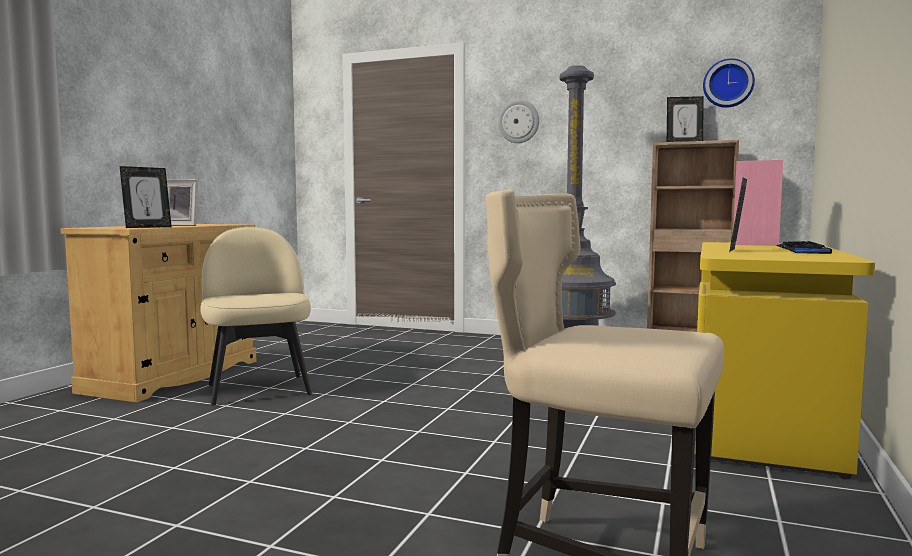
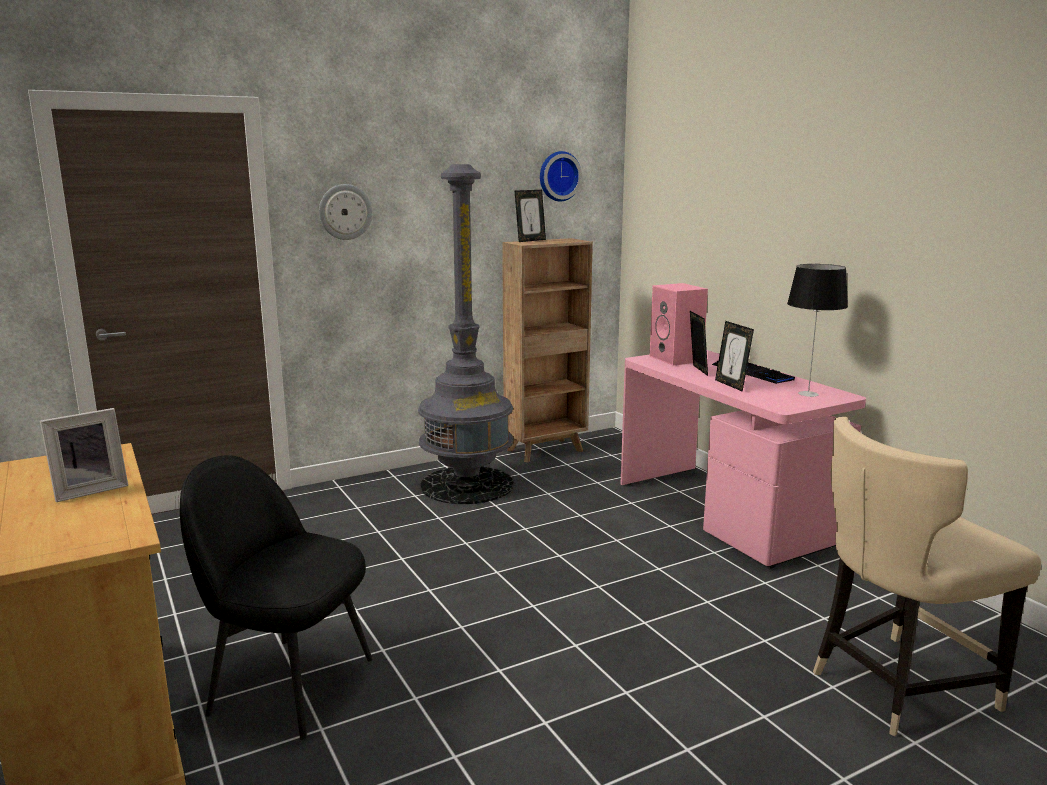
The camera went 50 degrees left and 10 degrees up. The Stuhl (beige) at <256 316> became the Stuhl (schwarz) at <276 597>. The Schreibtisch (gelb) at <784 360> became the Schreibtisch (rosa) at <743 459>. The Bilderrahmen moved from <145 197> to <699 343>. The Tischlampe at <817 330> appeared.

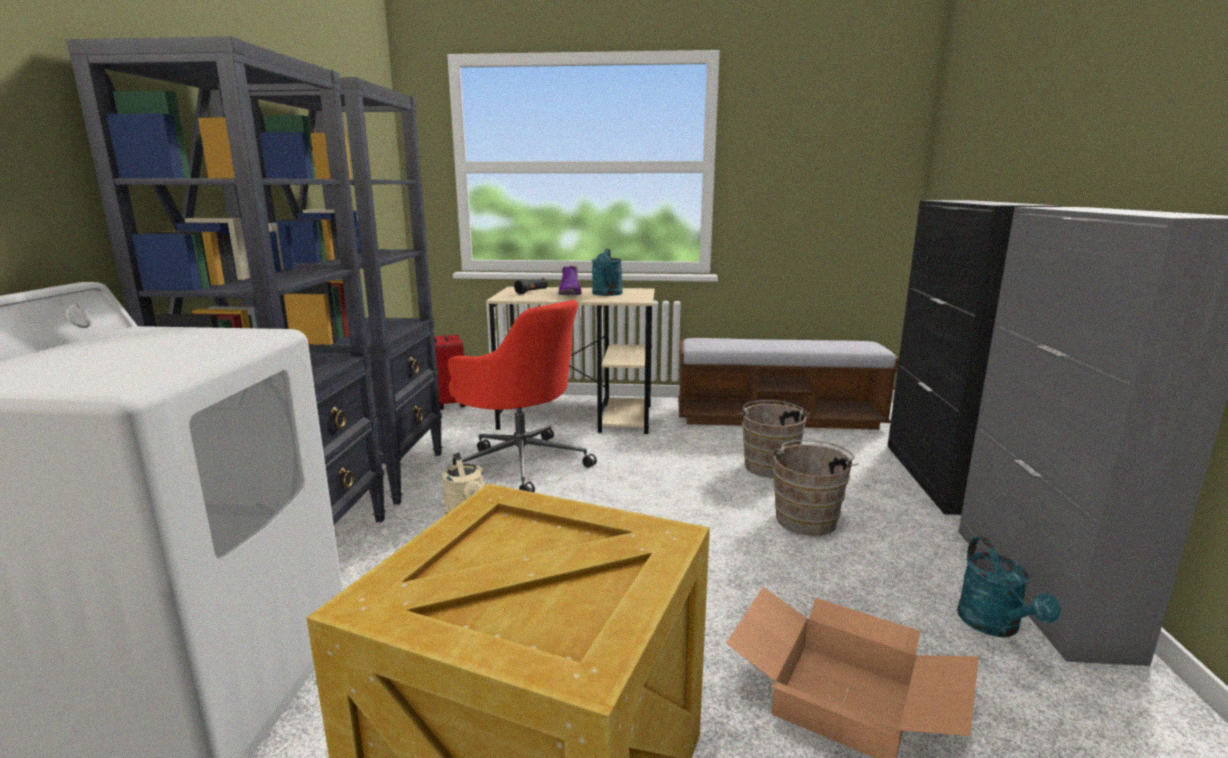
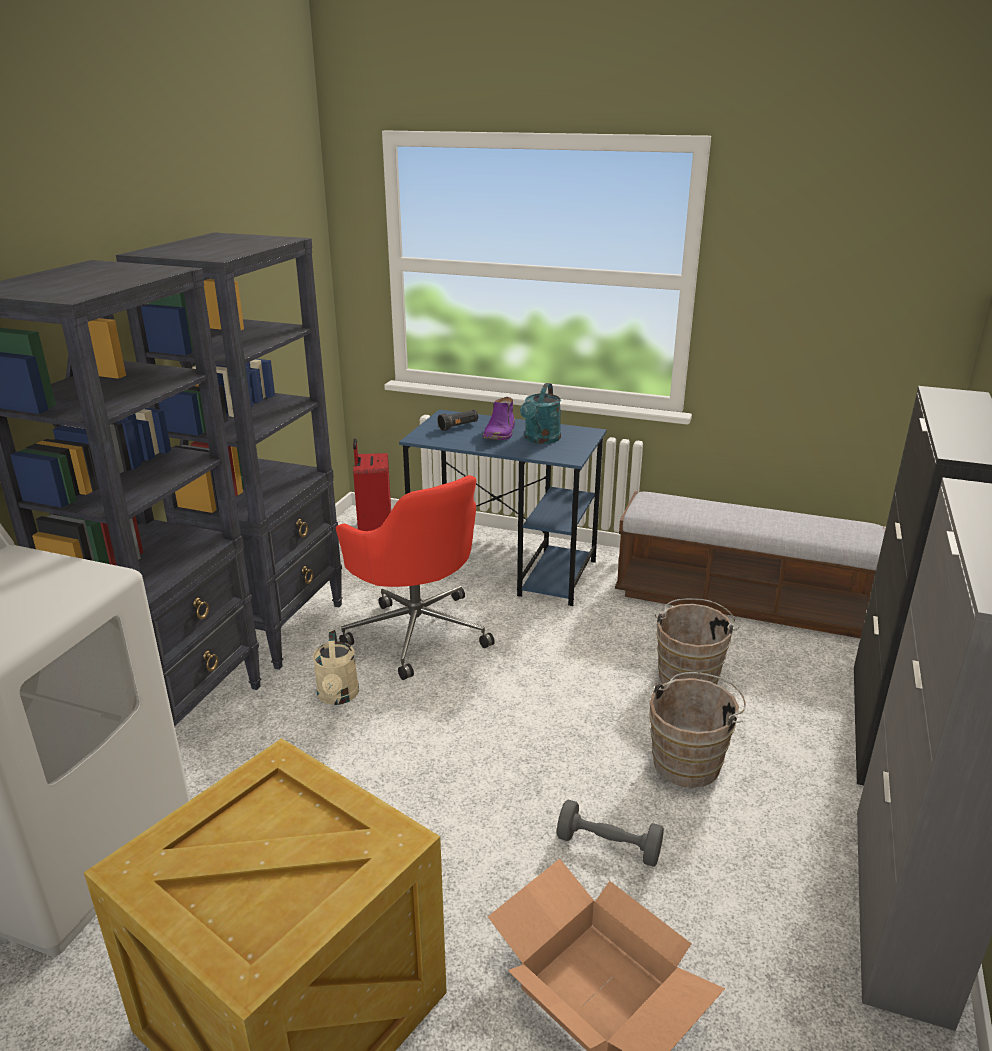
The camera went 15 degrees right and 10 degrees up. The Schreibtisch (beige) at <570 360> became the Schreibtisch (blau) at <502 507>. The Hantel (grau) at <610 833> appeared. The Gießkanne (türkis) at <1009 587> disappeared.

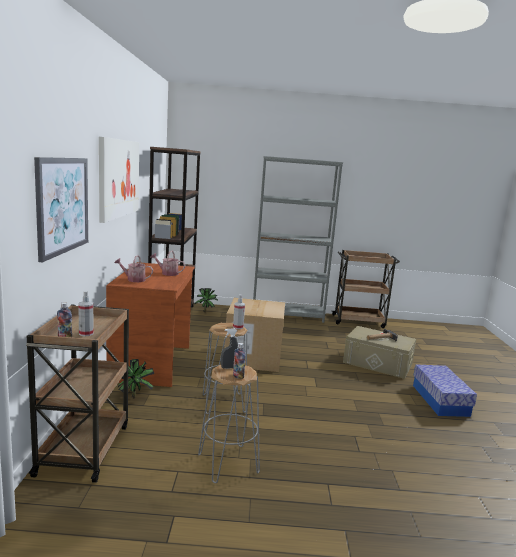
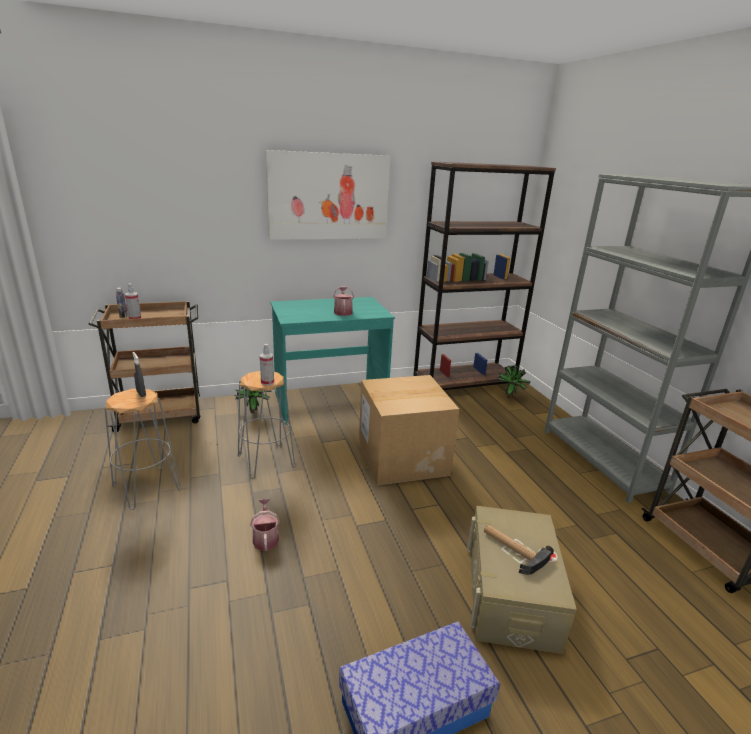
The camera went 70 degrees right and 10 degrees up. The Gießkanne moved from <133 268> to <265 525>. The Schreibtisch (braun) at <150 324> became the Schreibtisch (türkis) at <332 361>. The Bild at <61 209> disappeared. The Flasche at <239 361> disappeared.

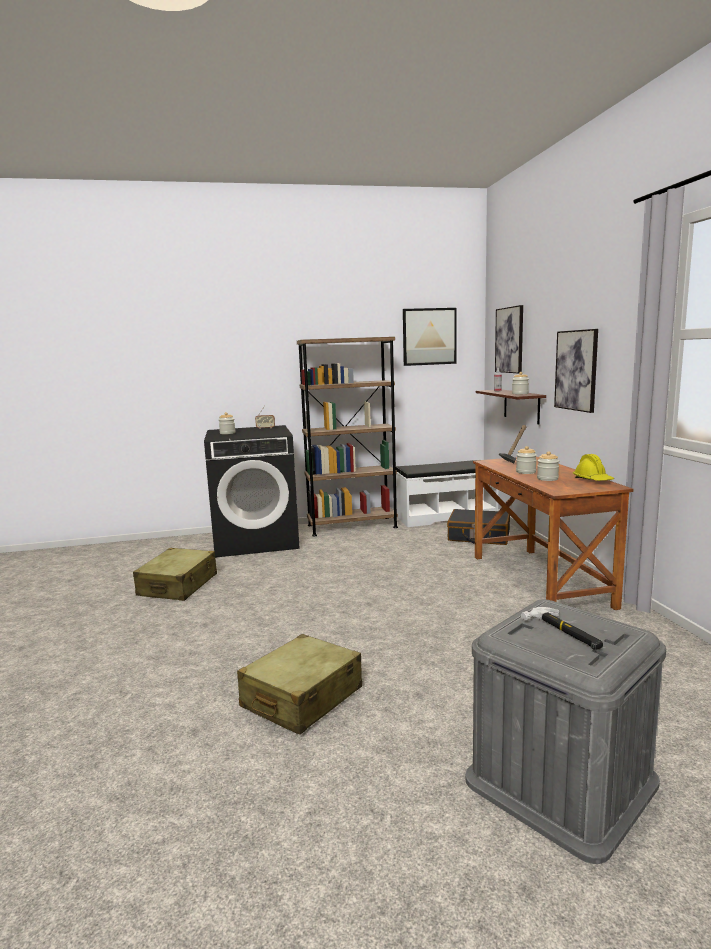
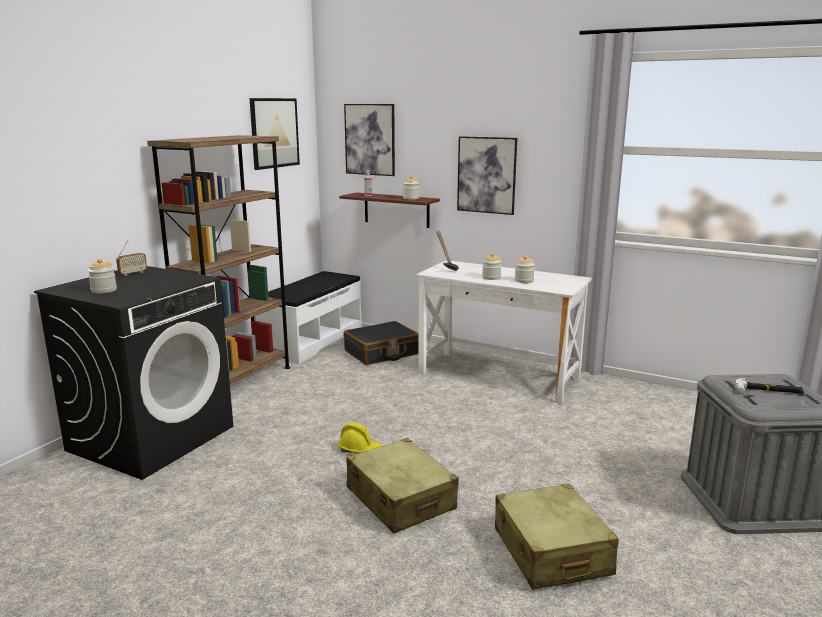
The camera went 50 degrees left and 5 degrees up. The Schutzhelm (gelb) moved from <593 467> to <360 438>. The Koffer (beige) moved from <175 574> to <402 486>. The Schreibtisch (braun) at <553 533> became the Schreibtisch (weiß) at <504 332>.

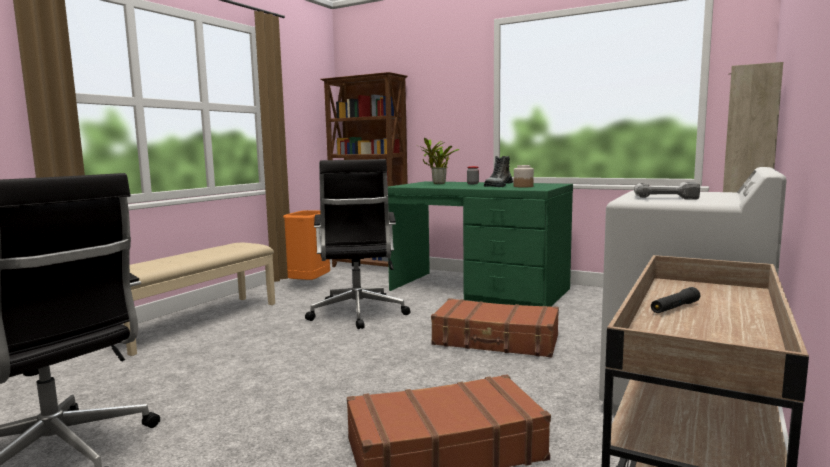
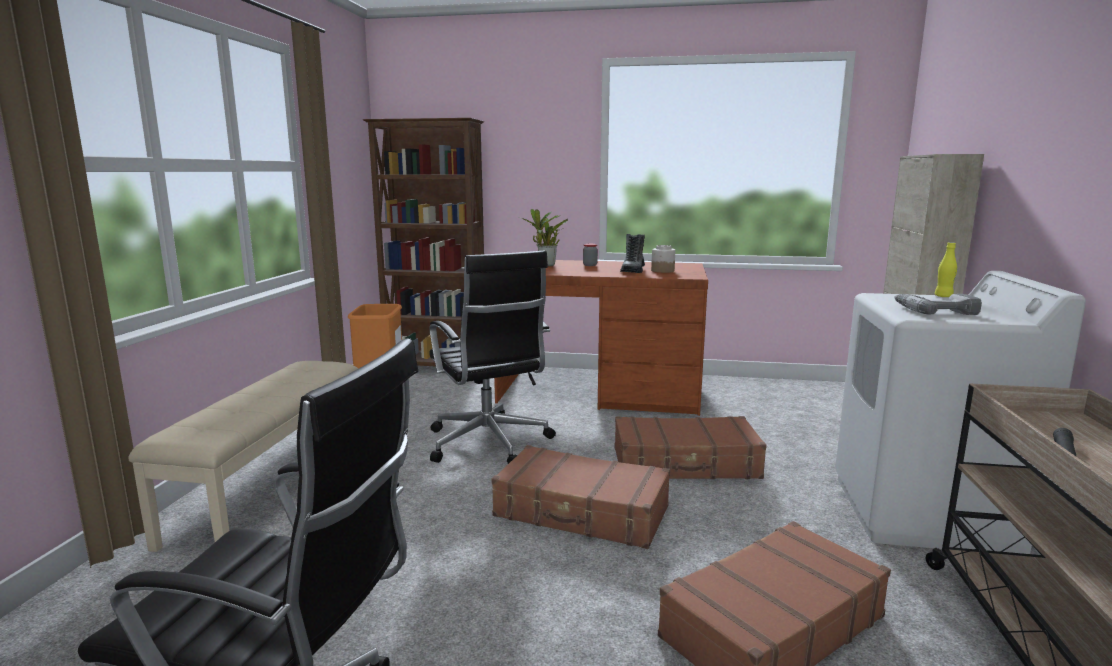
The camera went 20 degrees left and 5 degrees up. The Koffer (braun) at <580 497> appeared. The Schreibtisch (grün) at <480 244> became the Schreibtisch (braun) at <601 338>. The Flasche (gelb) at <946 269> appeared.

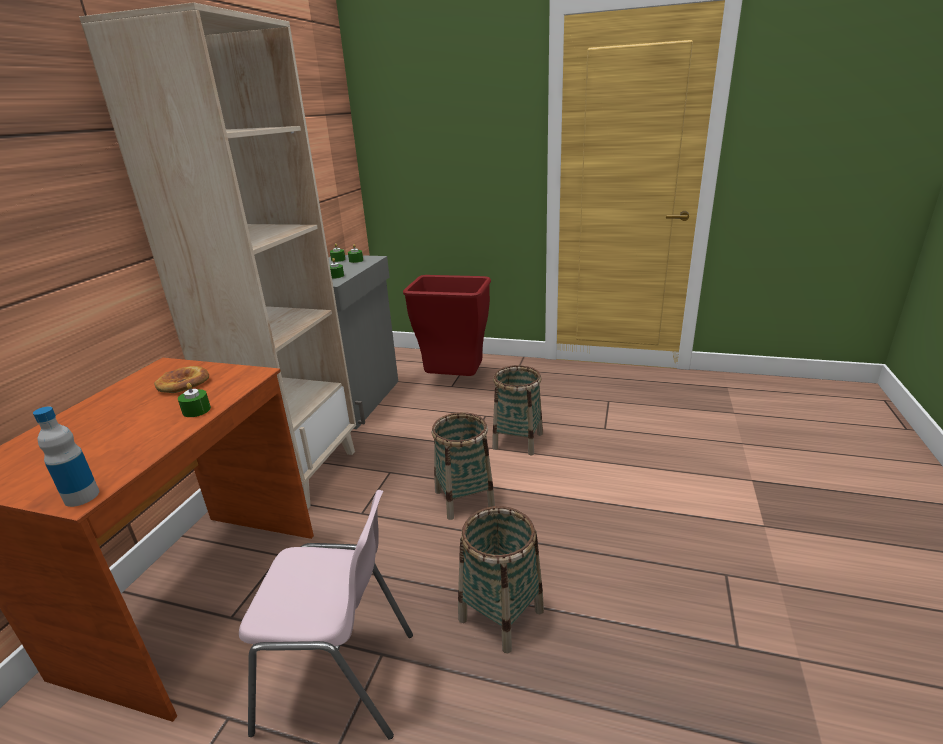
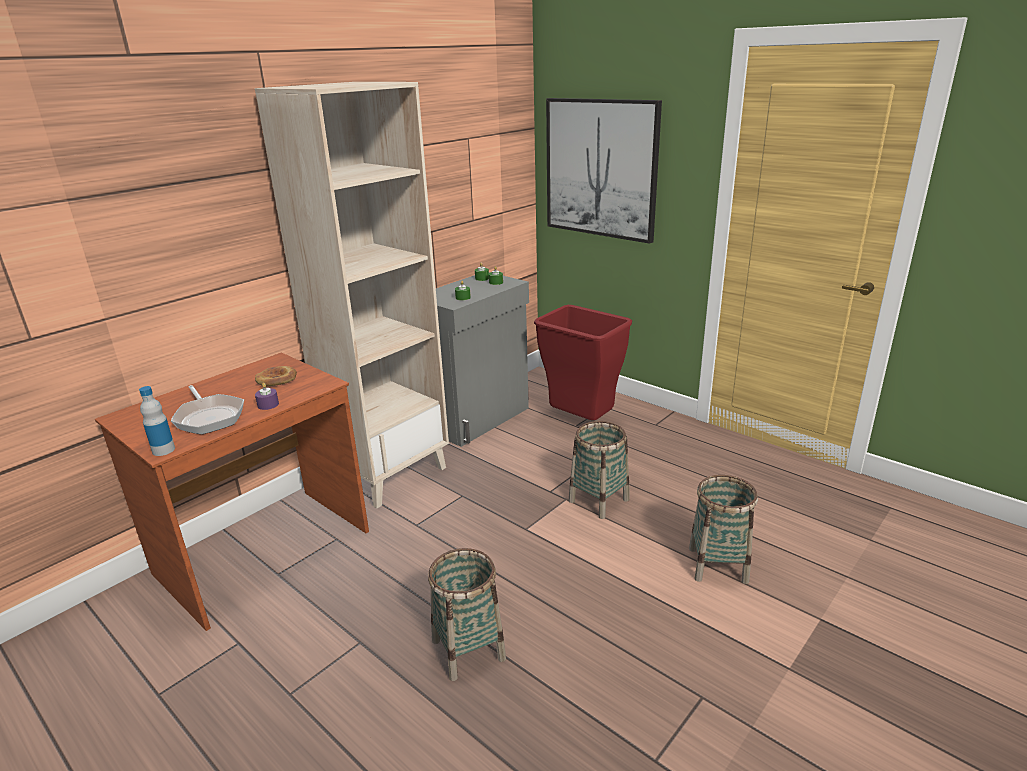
The camera went 25 degrees right and 0 degrees up. The Pfanne at <207 409> appeared. The Kerze (grün) at <194 400> became the Kerze (lila) at <267 396>. The Bild at <604 171> appeared. The Korb moved from <463 466> to <723 529>. The Stuhl (rosa) at <326 615> disappeared.

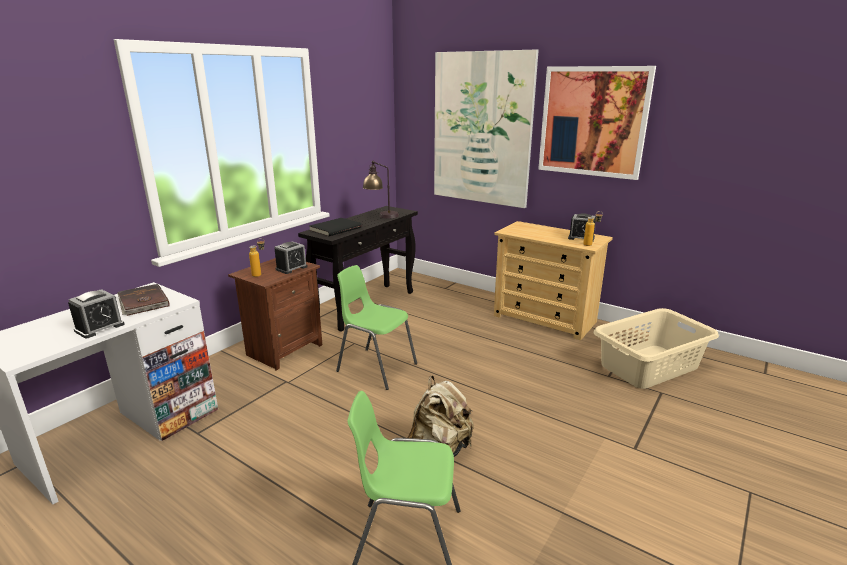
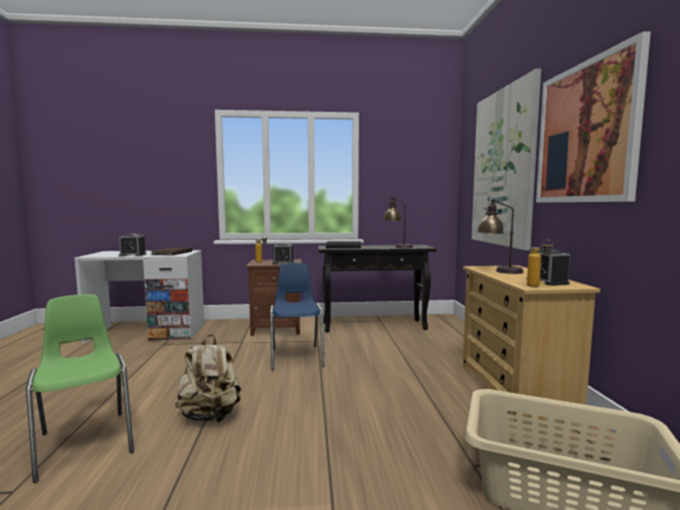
The camera went 50 degrees right and 15 degrees down. The Stuhl (grün) at <376 327> became the Stuhl (blau) at <297 316>. The Tischlampe at <500 236> appeared.

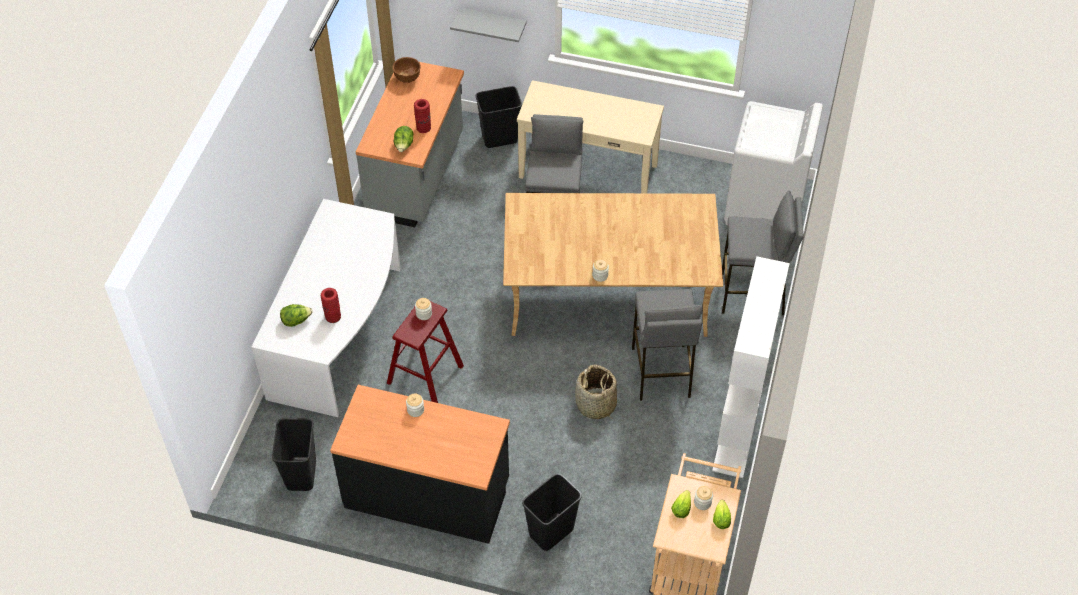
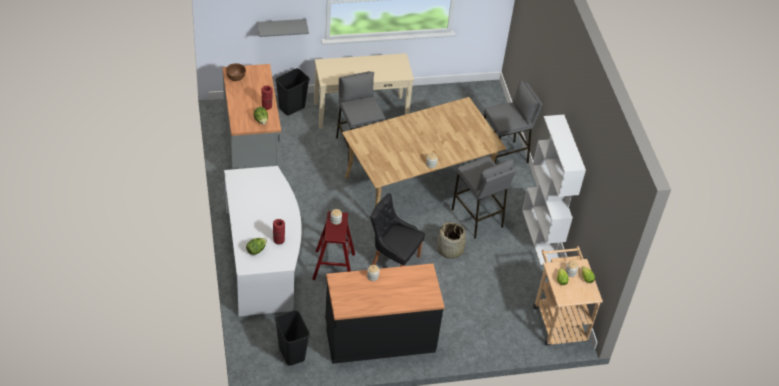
The camera went 30 degrees left and 5 degrees down. The Stuhl (schwarz) at <397 230> appeared. The Mülleimer (schwarz) at <552 512> disappeared. The Waschmaschine (weiß) at <773 163> disappeared.

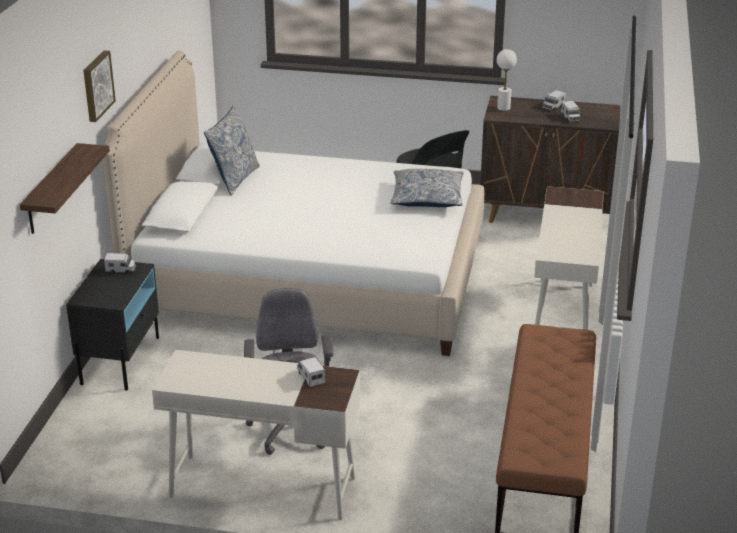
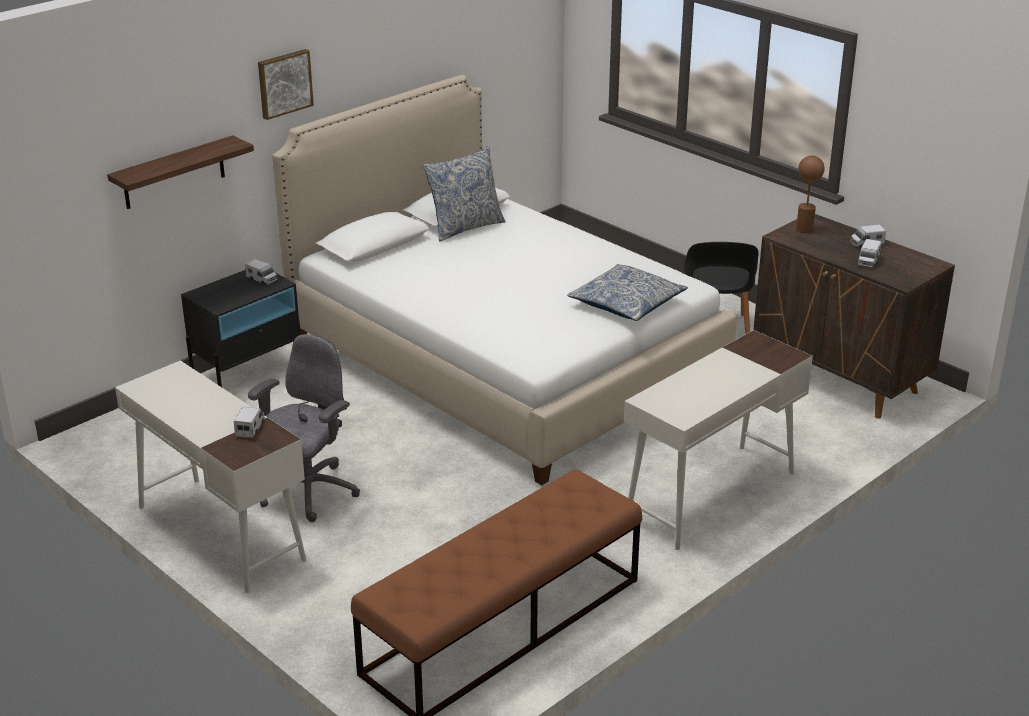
The camera went 35 degrees right and 0 degrees up. The Tischlampe (weiß) at <507 80> became the Tischlampe (braun) at <810 194>.

